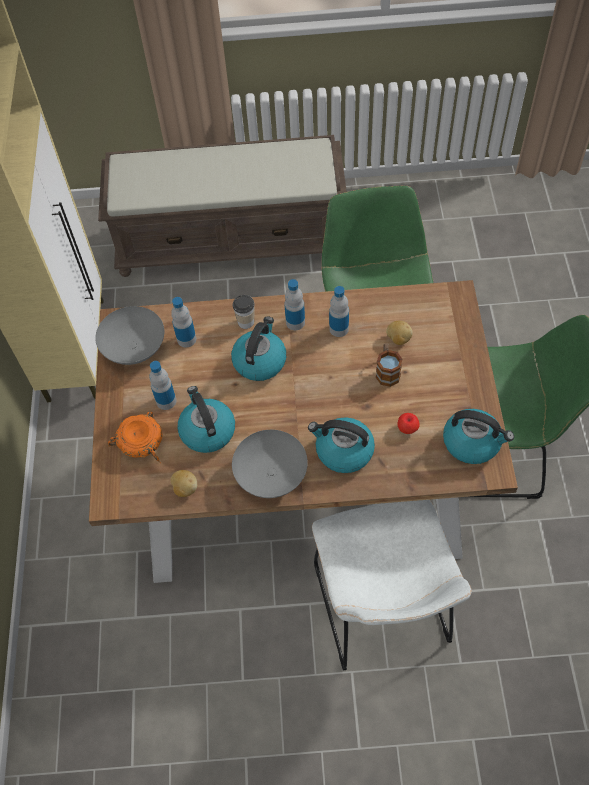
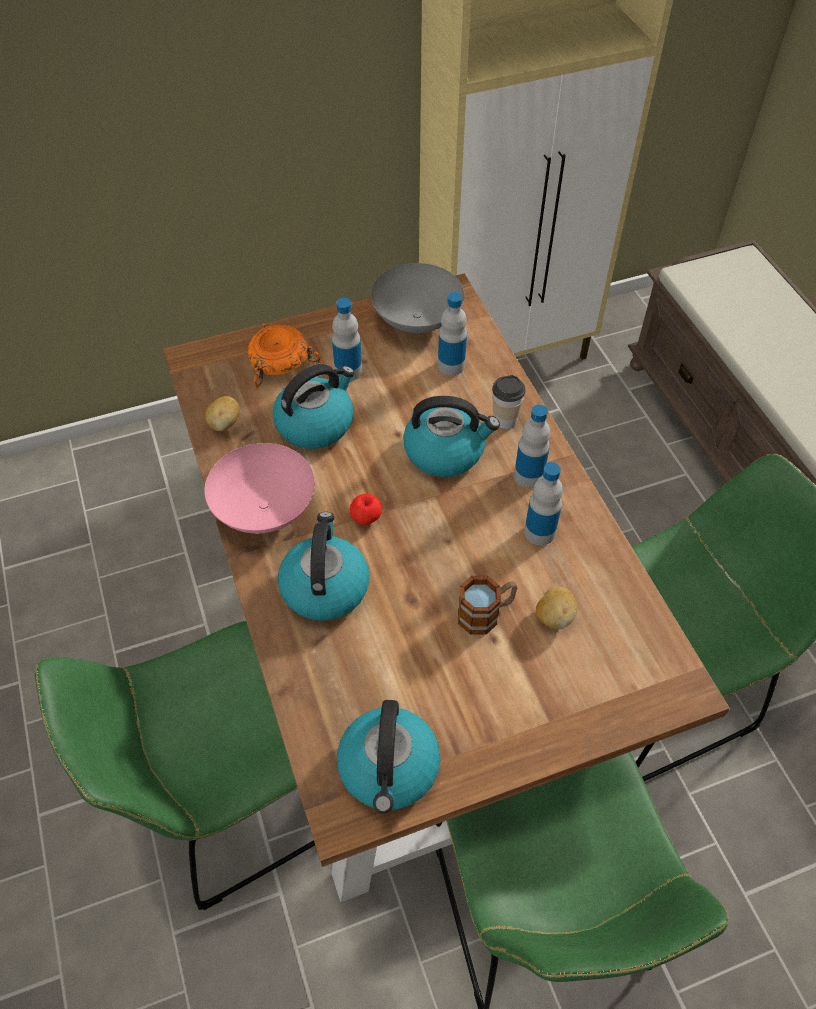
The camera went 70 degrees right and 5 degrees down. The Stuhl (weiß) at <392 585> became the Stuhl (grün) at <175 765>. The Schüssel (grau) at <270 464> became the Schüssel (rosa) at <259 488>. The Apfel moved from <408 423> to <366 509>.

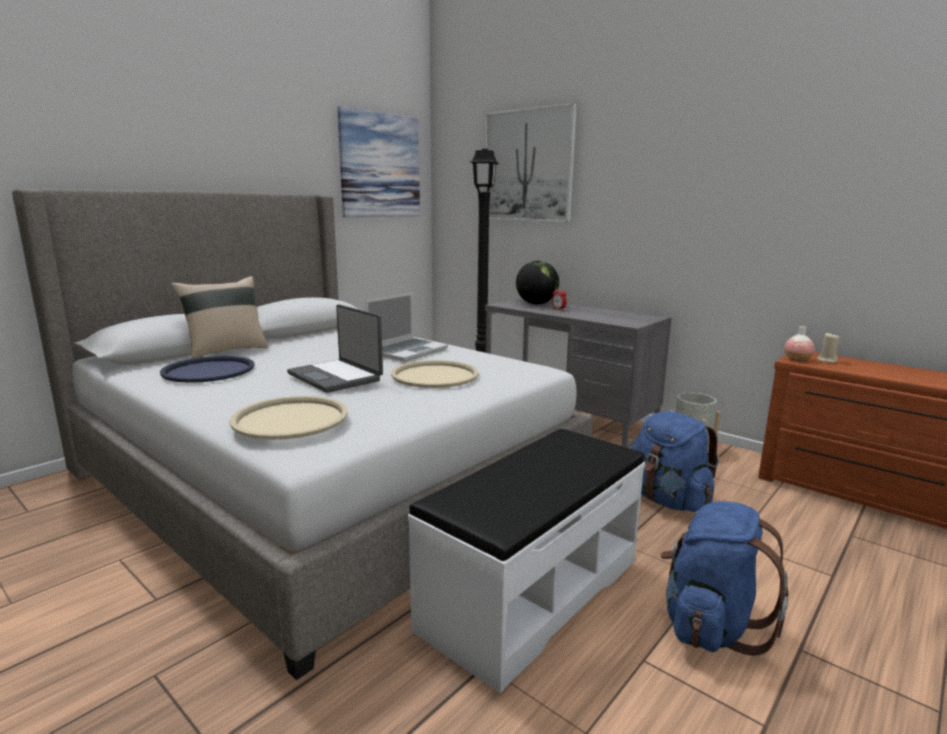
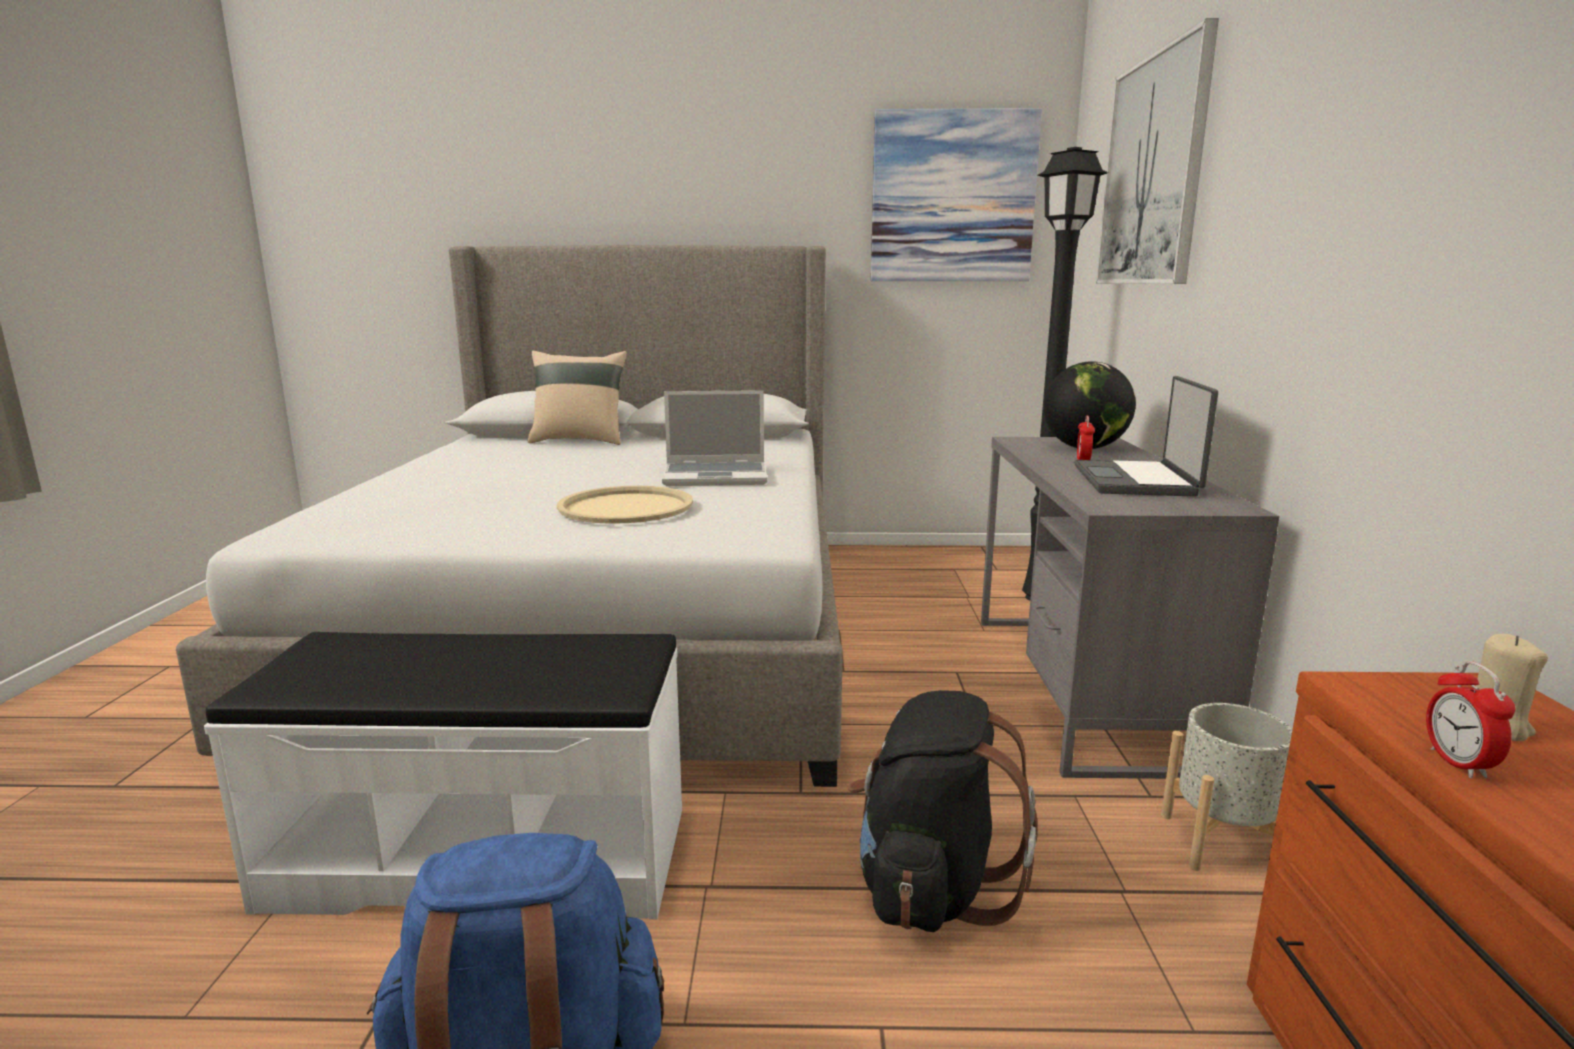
The camera went 50 degrees right and 0 degrees up. The Rucksack (blau) at <675 461> became the Rucksack (schwarz) at <942 811>. The Laptop moved from <335 348> to <1146 436>. The Wecker at <1470 719> appeared. The Tablett (blau) at <207 369> disappeared. The Tablett (beige) at <288 418> disappeared. The Vase at <799 343> disappeared.

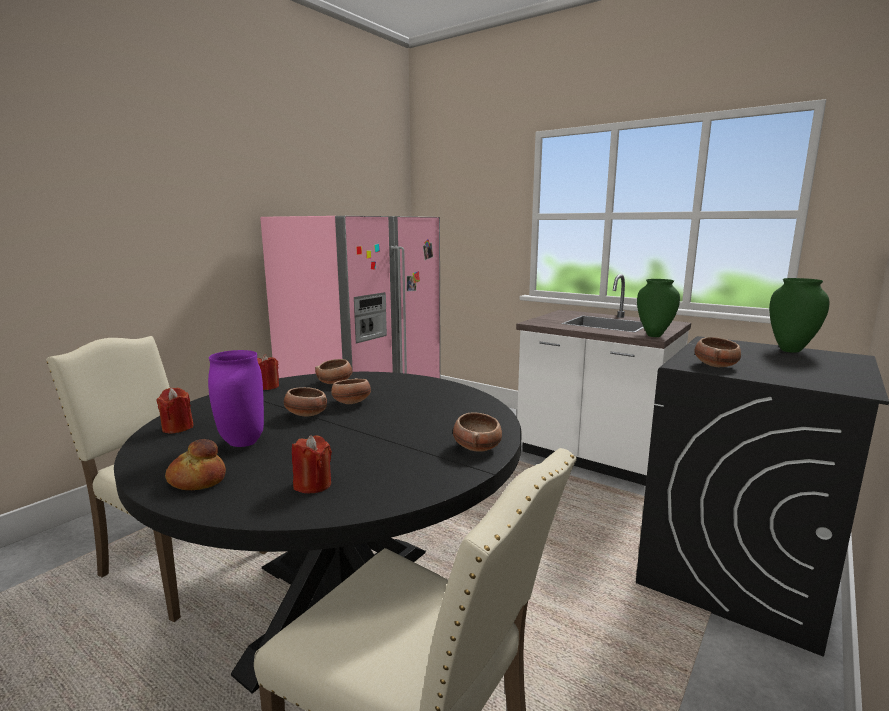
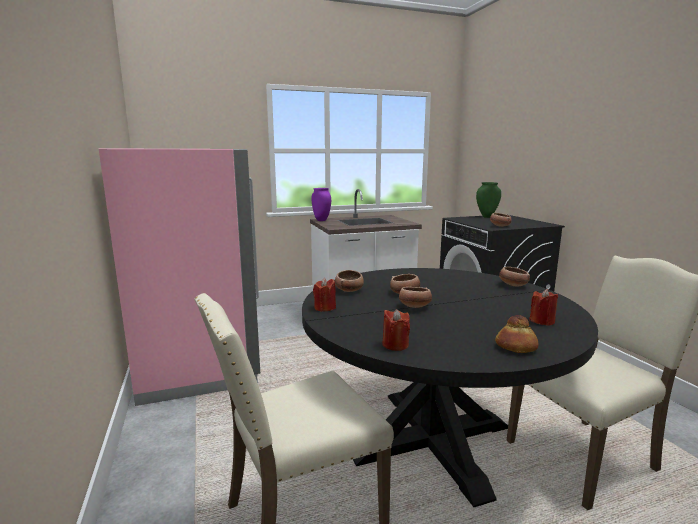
The camera went 55 degrees left and 0 degrees up. The Vase (lila) moved from <236 398> to <321 204>. The Vase (grün) at <658 308> disappeared.

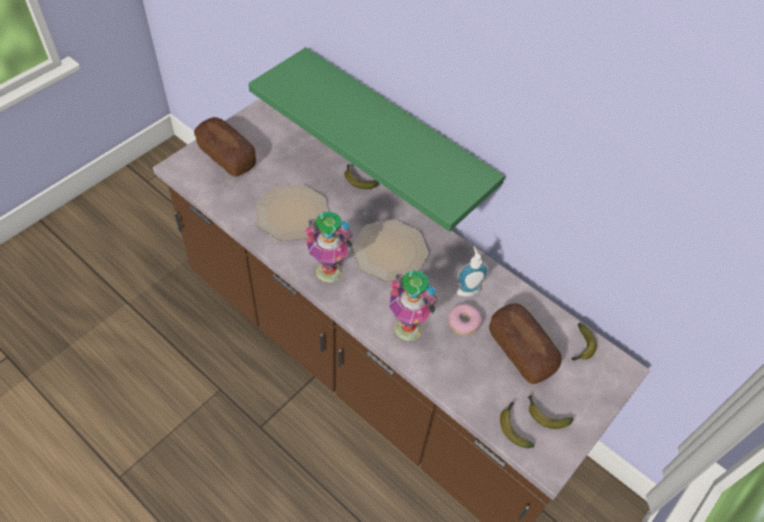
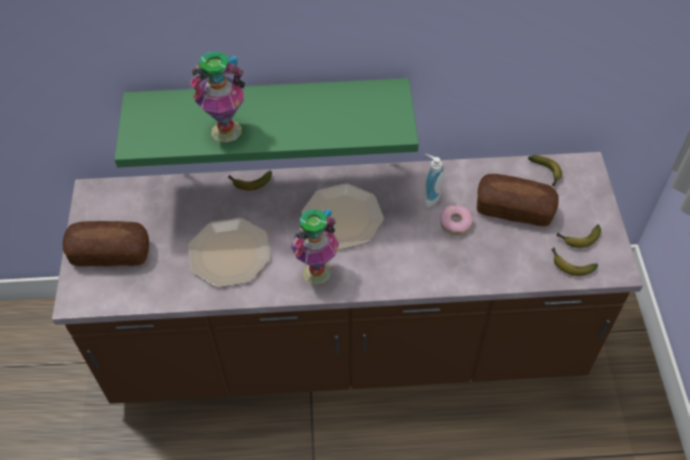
The camera went 40 degrees left and 0 degrees up. The Vase moved from <413 305> to <217 97>.

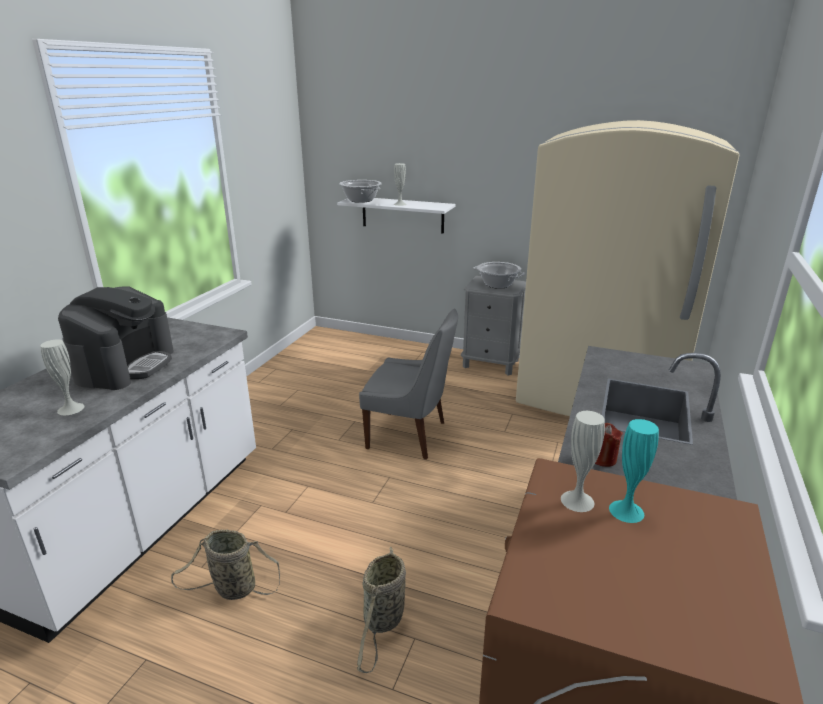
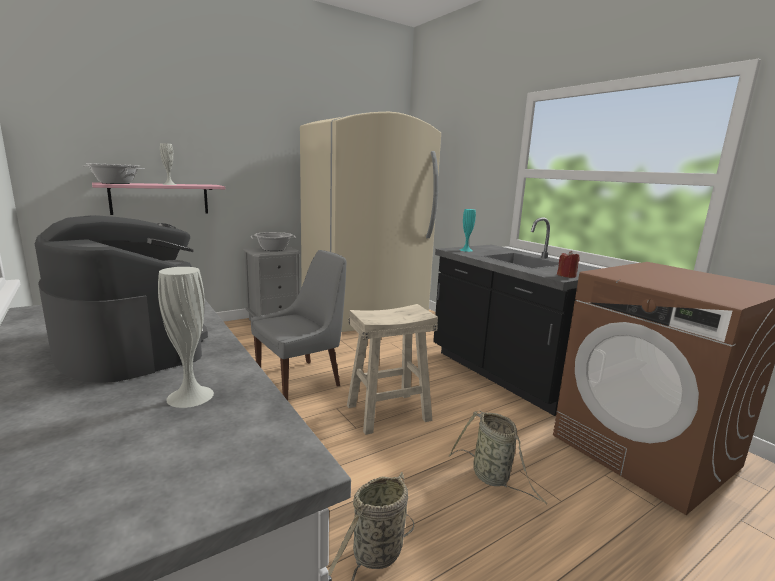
The camera went 55 degrees left and 10 degrees down. The Wandregal (weiß) at <396 216> became the Wandregal (rosa) at <158 198>. The Hocker (beige) at <392 369> appeared. The Vase (türkis) moved from <634 471> to <468 230>. The Vase (weiß) at <583 461> disappeared.

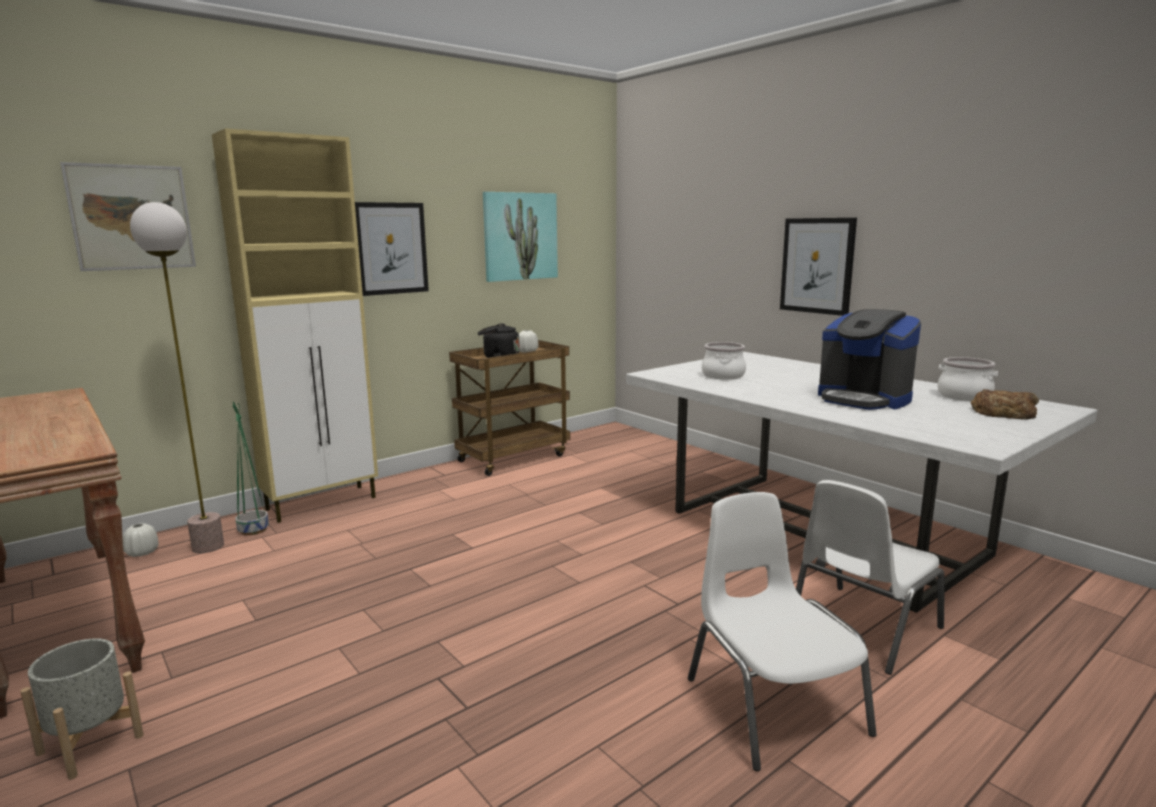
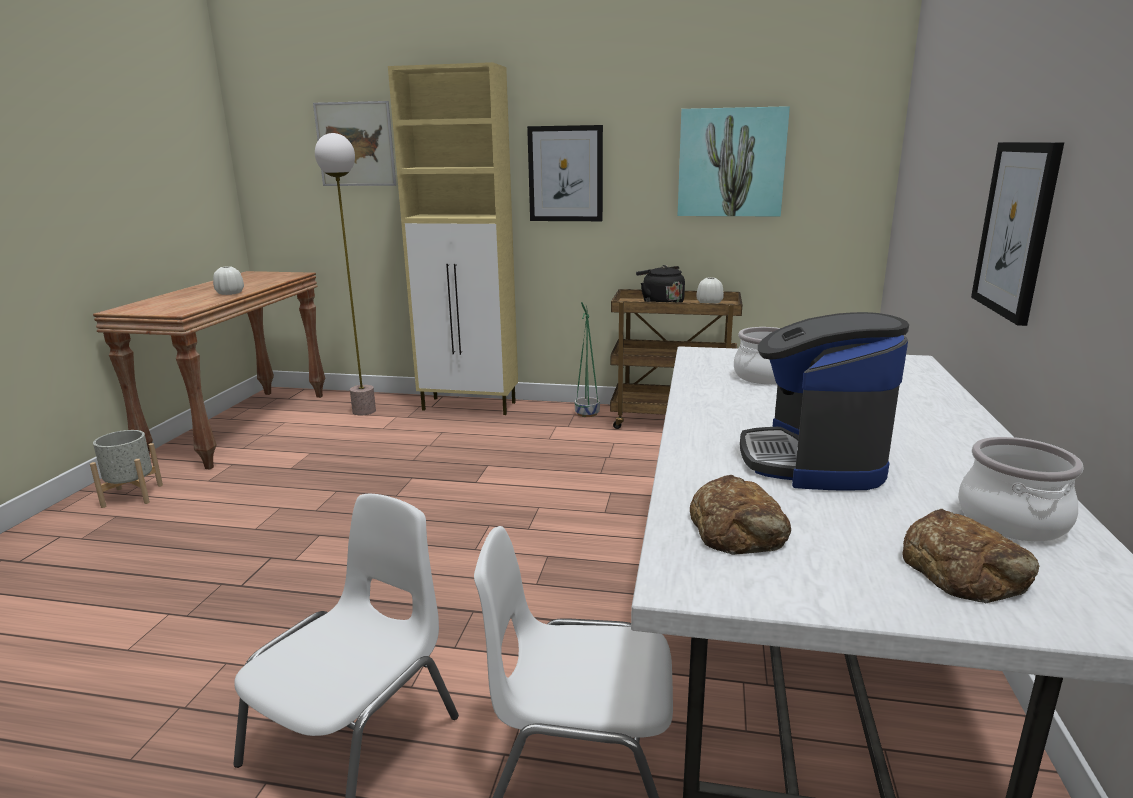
The camera went 50 degrees right and 5 degrees up. The Vase (weiß) moved from <140 540> to <228 280>. The Pflanzkübel (grün) moved from <251 468> to <587 359>. The Brot at <740 515> appeared.

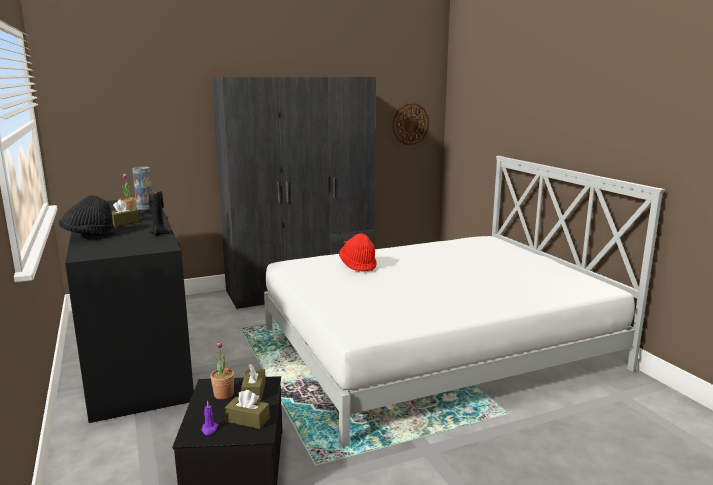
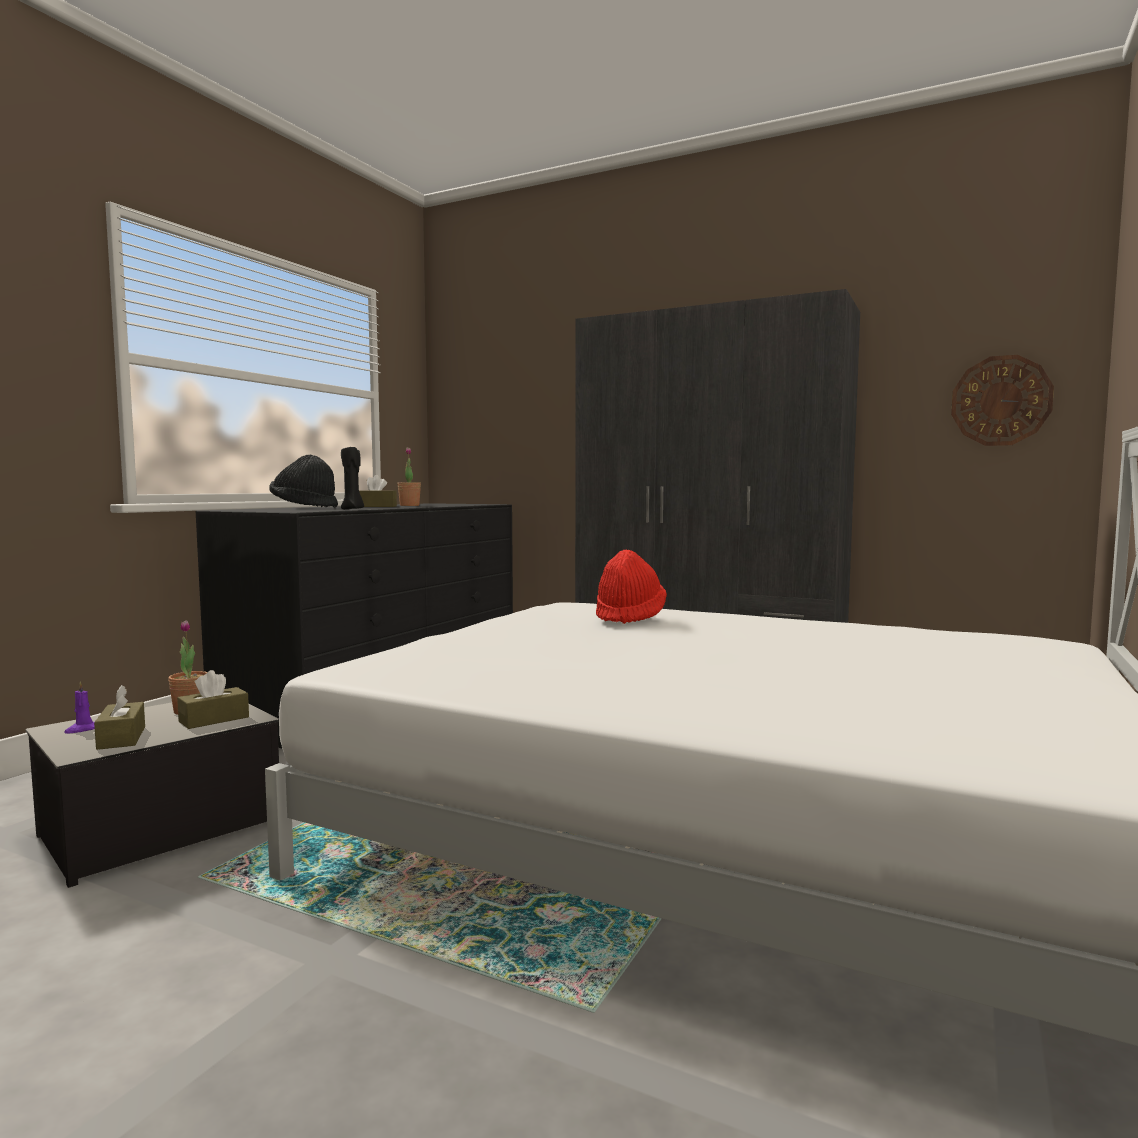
The camera went 50 degrees right and 10 degrees down. The Vase at <142 188> disappeared.

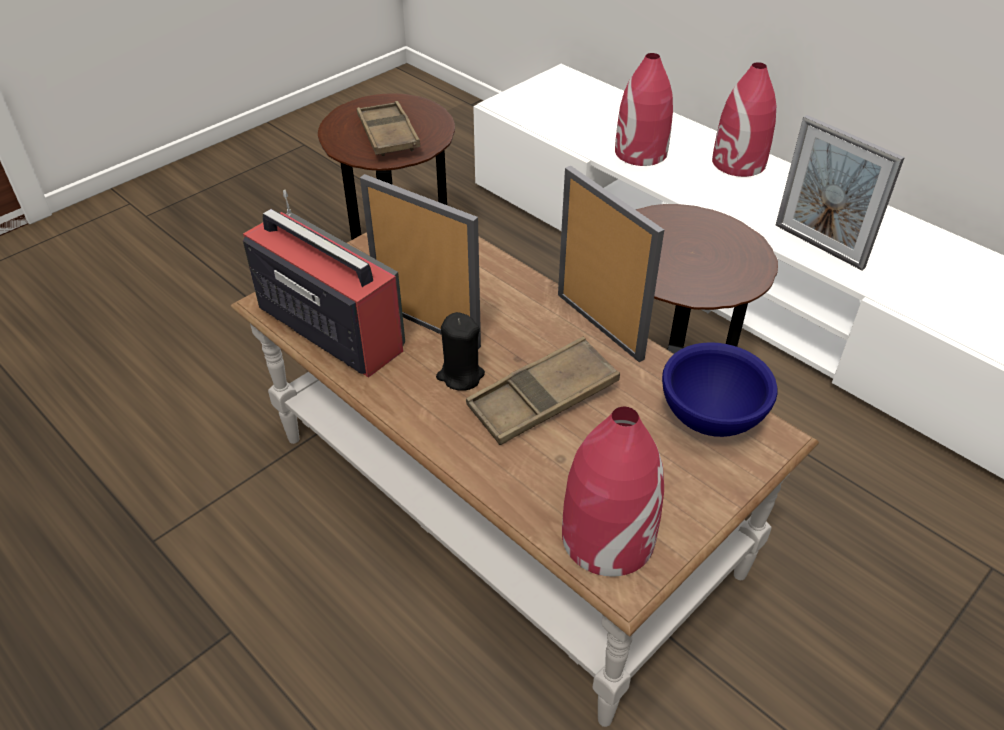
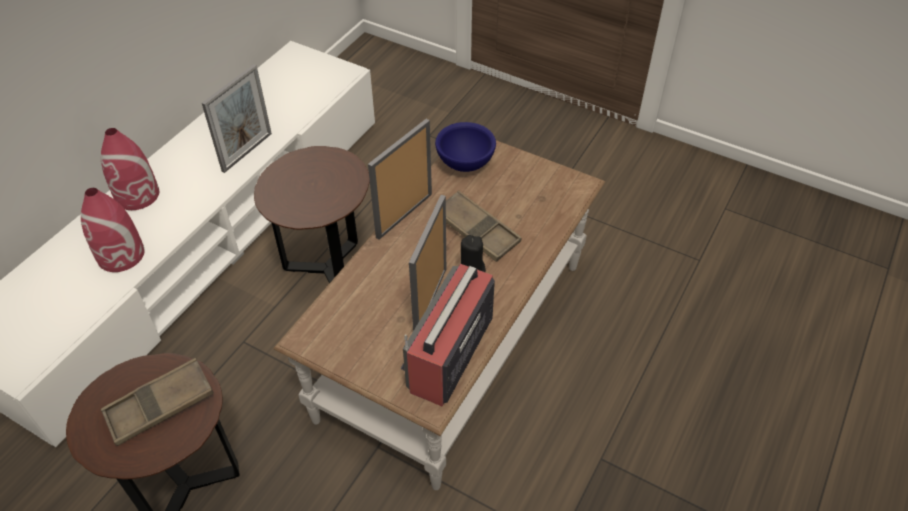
The camera went 105 degrees left and 5 degrees up. The Vase (rot) at <613 491> disappeared.

